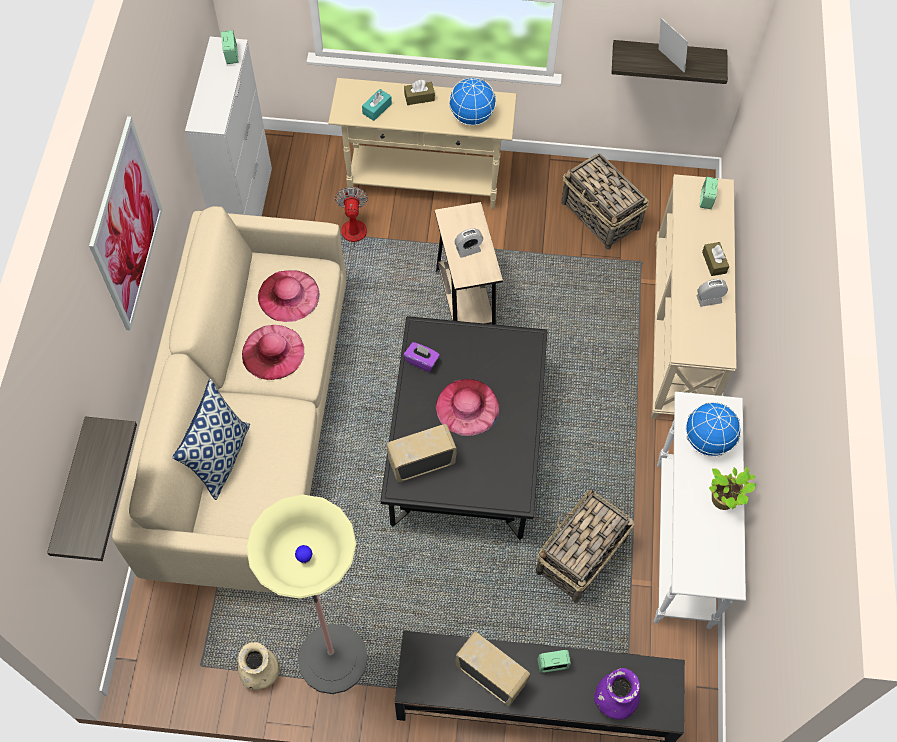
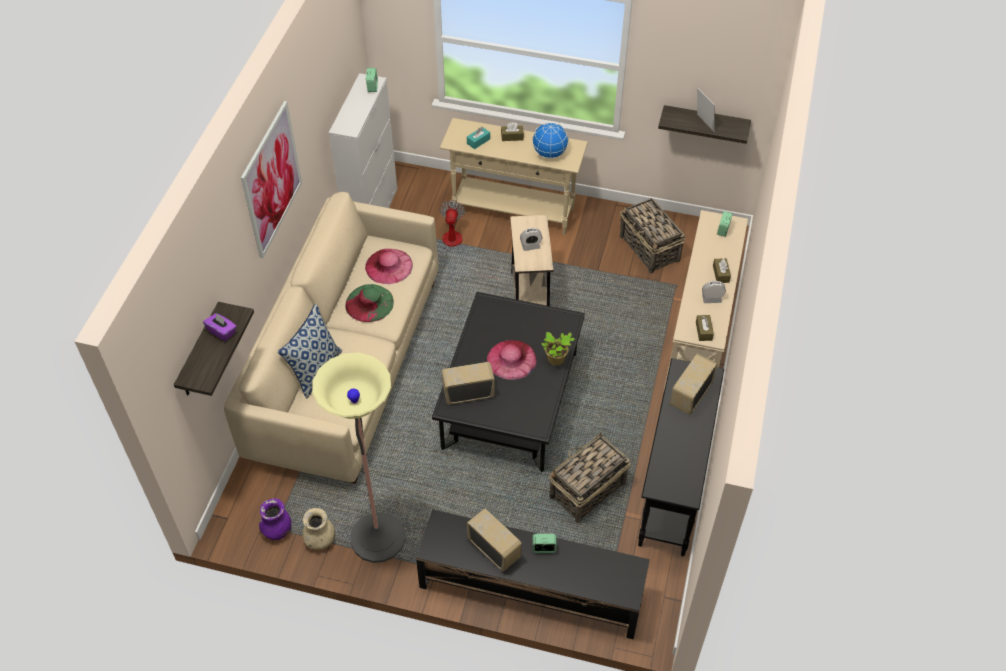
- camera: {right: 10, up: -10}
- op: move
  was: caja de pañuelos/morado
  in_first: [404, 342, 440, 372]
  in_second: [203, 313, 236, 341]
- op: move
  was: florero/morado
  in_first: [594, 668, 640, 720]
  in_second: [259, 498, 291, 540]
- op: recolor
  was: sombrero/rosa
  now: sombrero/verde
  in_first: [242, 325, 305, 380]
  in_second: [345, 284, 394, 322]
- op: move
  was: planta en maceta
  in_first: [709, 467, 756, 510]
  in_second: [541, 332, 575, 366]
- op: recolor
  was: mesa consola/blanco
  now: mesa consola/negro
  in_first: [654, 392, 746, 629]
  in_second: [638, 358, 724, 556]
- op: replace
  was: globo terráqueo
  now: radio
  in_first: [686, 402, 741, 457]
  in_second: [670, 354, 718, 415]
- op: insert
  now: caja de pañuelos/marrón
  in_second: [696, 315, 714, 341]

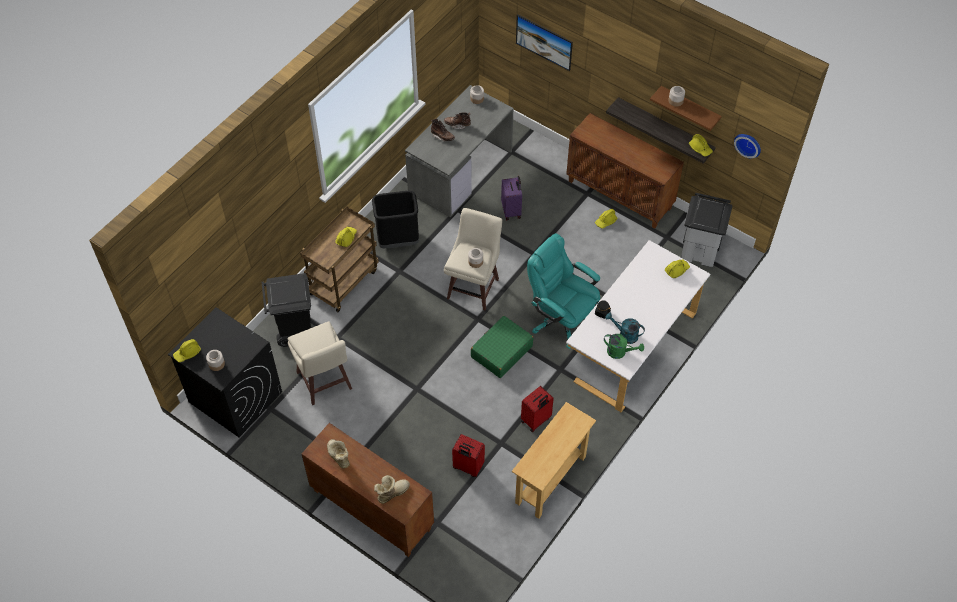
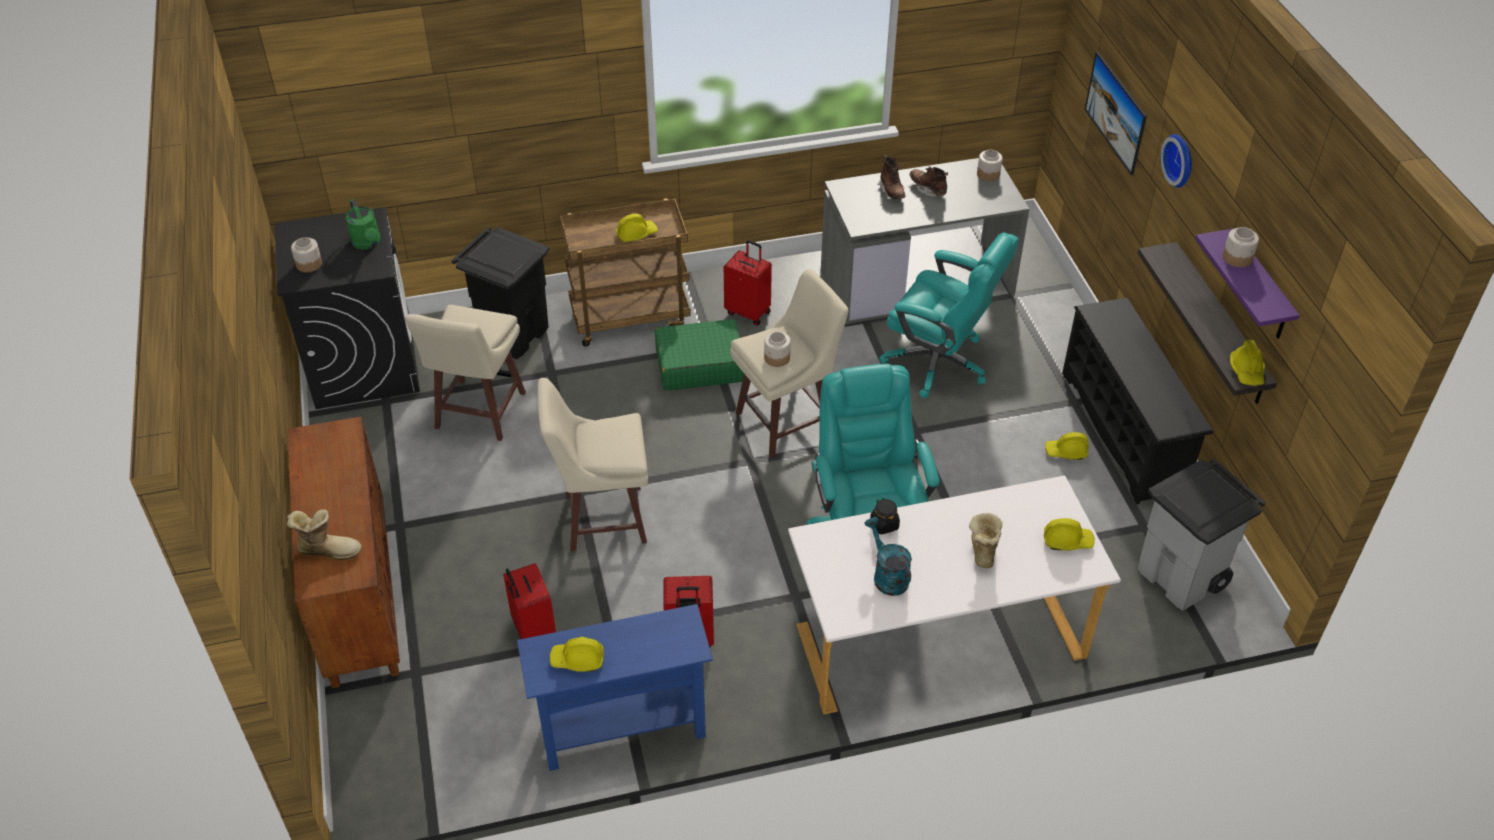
- camera: {right: 40, up: -10}
- op: move
  was: regadera/verde
  in_first: [604, 334, 644, 359]
  in_second: [345, 199, 381, 250]
- op: recolor
  was: mesa consola/beis
  now: mesa consola/azul
  in_first: [512, 402, 596, 519]
  in_second: [517, 604, 713, 771]
- op: insert
  now: taburete/beis
  in_second: [537, 378, 648, 551]
- op: move
  was: casco/amarillo
  in_first: [173, 339, 201, 362]
  in_second: [550, 637, 604, 672]
- op: move
  was: maleta/verde
  in_first: [471, 316, 534, 378]
  in_second: [655, 319, 744, 391]
- op: replace
  was: papelera/negro
  now: maleta/rojo
  in_first: [372, 191, 419, 248]
  in_second: [724, 240, 772, 326]
- op: replace
  was: maleta/morado
  now: silla de oficina/turquesa
  in_first: [501, 176, 522, 220]
  in_second: [879, 232, 1019, 398]
- op: move
  was: bota
  in_first: [327, 439, 350, 468]
  in_second: [969, 513, 1002, 568]
- op: replace
  was: armario/marrón
  now: zapatero/negro
  in_first: [566, 113, 684, 229]
  in_second: [1062, 298, 1213, 504]
- op: move
  was: reloj de pared
  in_first: [734, 134, 761, 158]
  in_second: [1161, 134, 1192, 188]
- op: recolor
  was: estante/marrón
  now: estante/morado
  in_first: [650, 86, 722, 131]
  in_second: [1195, 228, 1300, 339]

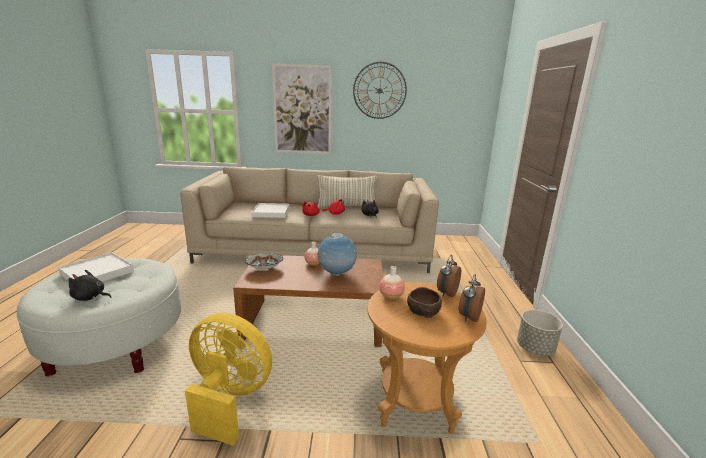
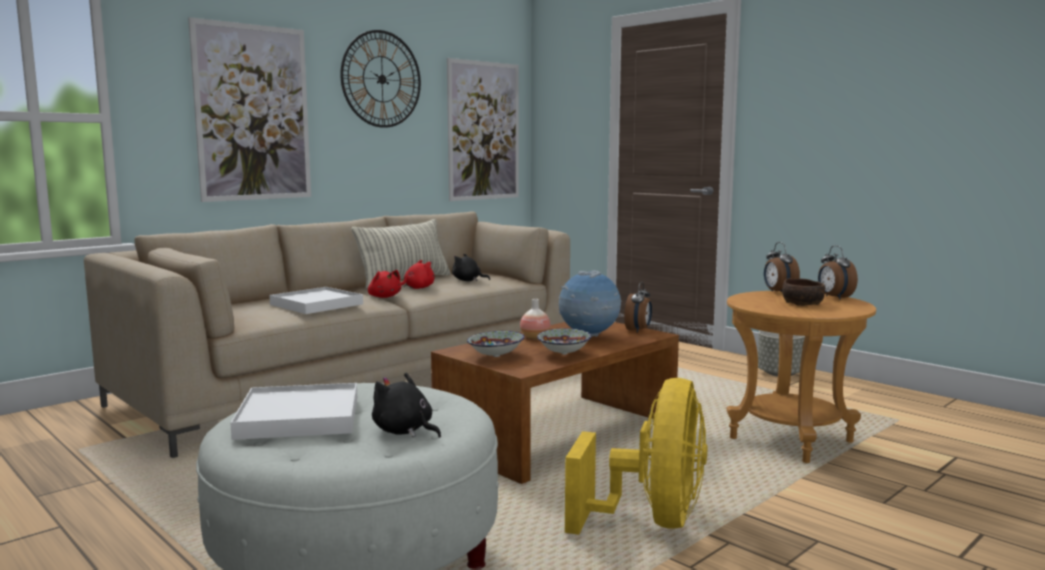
- camera: {right: -45, up: -10}
- op: rotate
  was: peluche/negro
  in_first: [69, 270, 112, 301]
  in_second: [372, 373, 441, 438]
  clockwise: 75
- op: insert
  now: cuadro
  in_second: [447, 58, 519, 201]
- op: insert
  now: cuenco
  in_second: [537, 328, 591, 355]
- op: rotate
  was: ventilador/amarillo
  in_first: [185, 313, 272, 446]
  in_second: [565, 378, 707, 535]
  clockwise: 135
- op: insert
  now: despertador
  in_second: [624, 282, 652, 333]
- op: delete
  was: florero
  in_first: [379, 266, 405, 299]

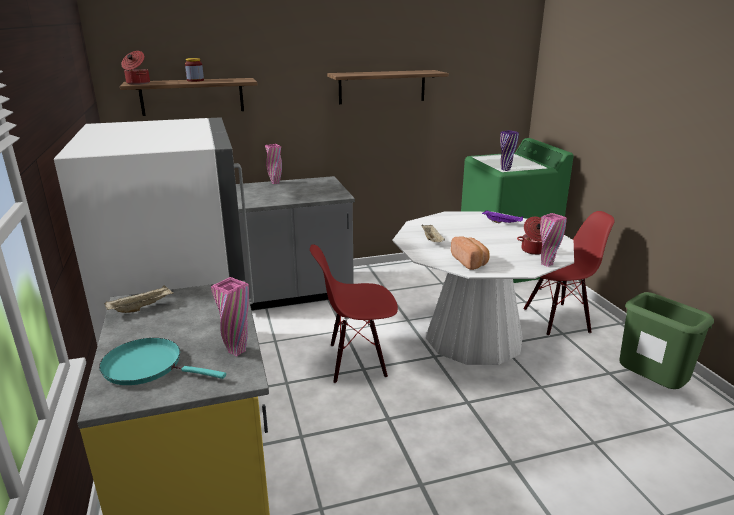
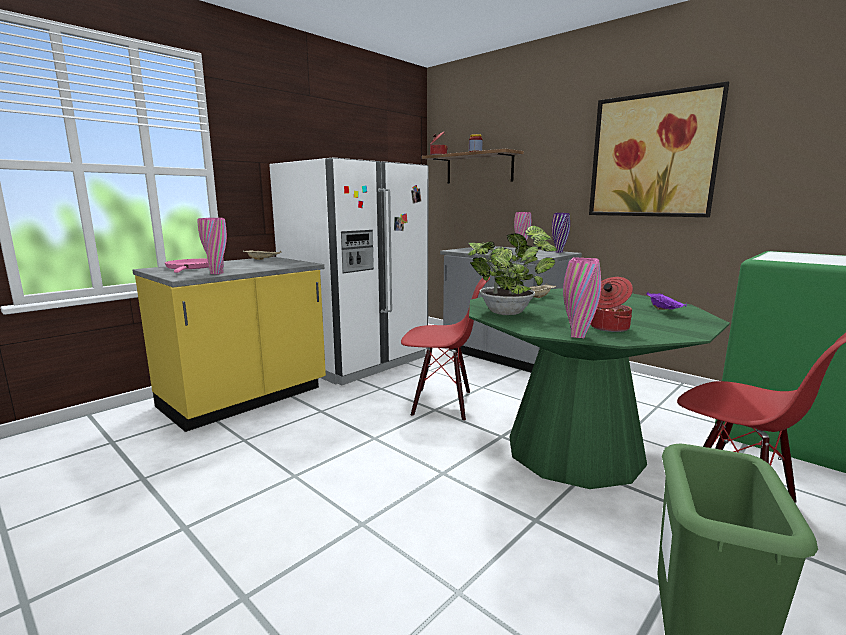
- camera: {right: 60, up: -10}
- op: recolor
  was: sartén/turquesa
  now: sartén/rosa
  in_first: [99, 338, 226, 385]
  in_second: [165, 259, 209, 273]
- op: rotate
  was: silla/rojo
  in_first: [310, 244, 398, 384]
  in_second: [401, 277, 490, 421]
  clockwise: 135
- op: replace
  was: pan
  now: planta en maceta
  in_first: [451, 236, 490, 270]
  in_second: [468, 226, 557, 315]
- op: recolor
  was: mesa de comedor/blanco
  now: mesa de comedor/verde
  in_first: [392, 212, 574, 365]
  in_second: [469, 288, 730, 489]
- op: move
  was: florero/morado
  in_first: [500, 130, 519, 171]
  in_second: [552, 213, 570, 253]
- op: replace
  was: estante
  now: cuadro
  in_first: [327, 70, 449, 104]
  in_second: [589, 81, 729, 217]

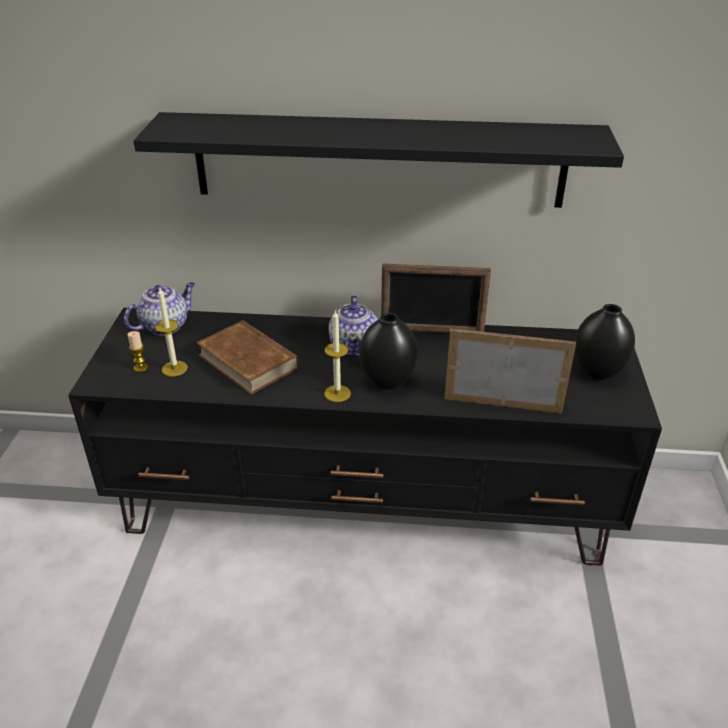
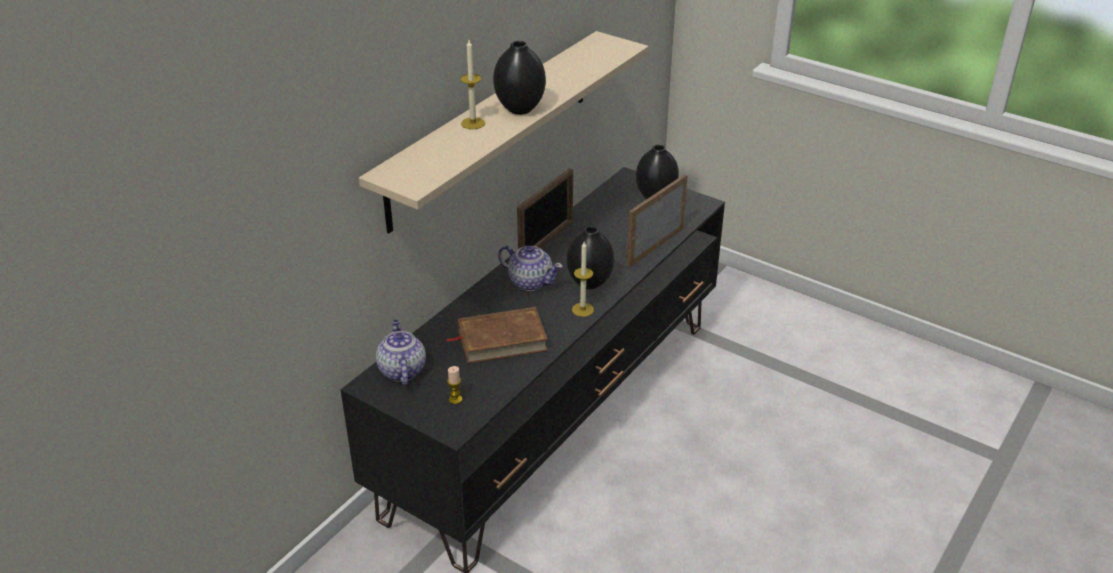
- camera: {right: -60, up: 0}
- op: recolor
  was: estante/negro
  now: estante/beis
  in_first: [134, 112, 624, 208]
  in_second: [359, 31, 649, 233]
- op: move
  was: vela
  in_first: [155, 286, 188, 377]
  in_second: [460, 40, 485, 129]
- op: insert
  now: florero/negro
  in_second: [493, 41, 546, 115]

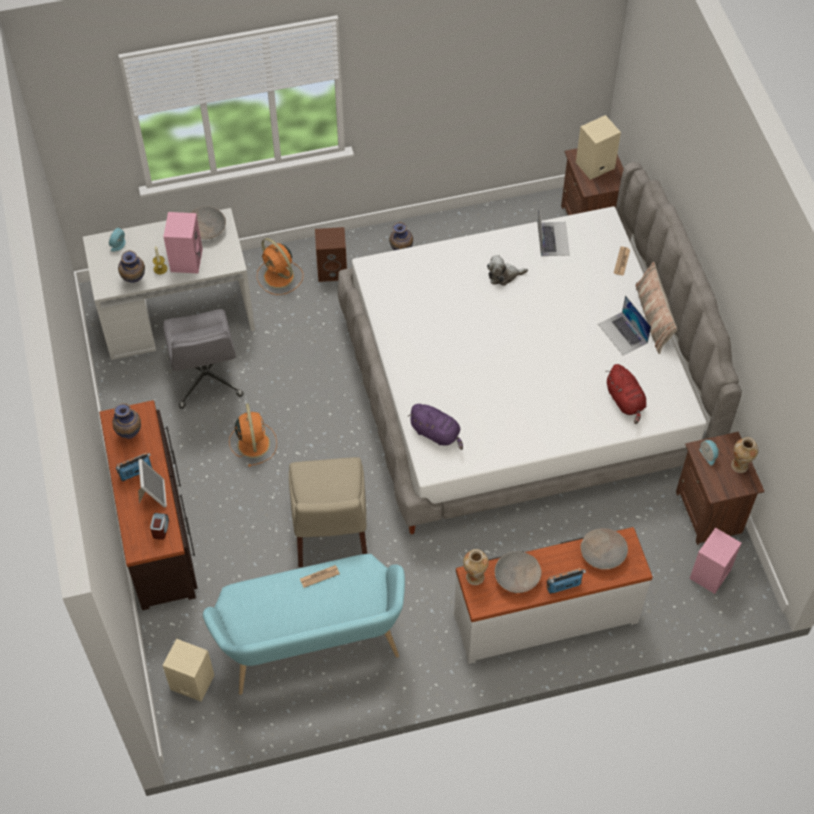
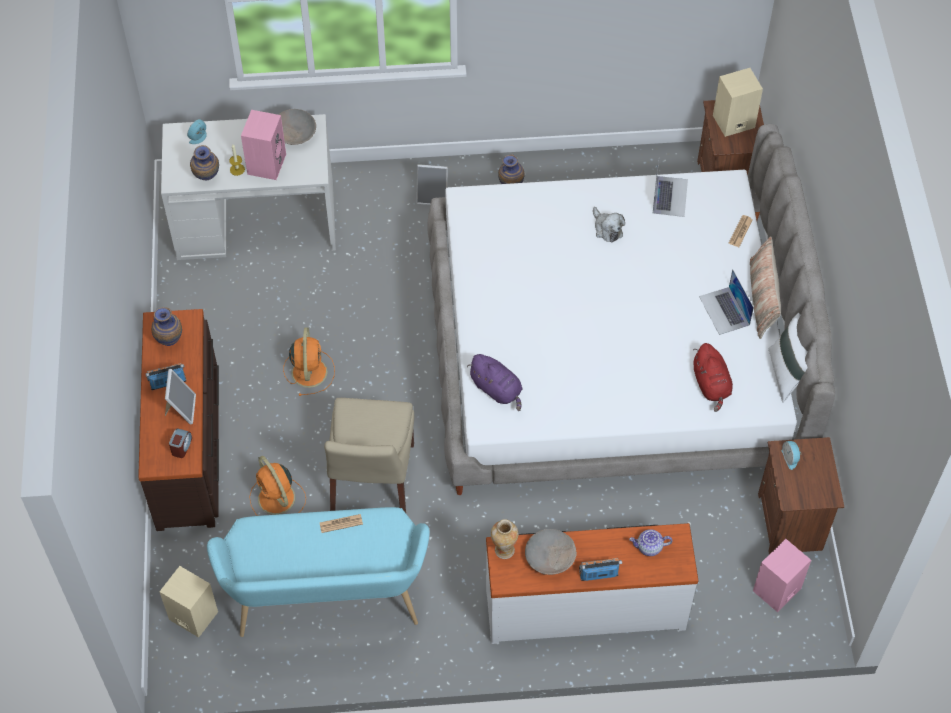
- camera: {right: 10, up: 0}
- op: move
  was: ventilador/naranja
  in_first: [257, 238, 303, 295]
  in_second: [249, 456, 306, 516]
- op: replace
  was: altavoz/marrón
  now: portarretratos
  in_first: [315, 227, 347, 282]
  in_second: [416, 164, 448, 205]
- op: rotate
  was: peluche
  in_first: [487, 255, 528, 286]
  in_second: [593, 207, 625, 243]
  clockwise: -120
- op: replace
  was: cuenco/beis
  now: tetera
  in_first: [580, 528, 628, 570]
  in_second: [629, 529, 673, 556]
- op: insert
  now: cojín/blanco
  in_second: [769, 313, 808, 403]
- op: delete
  was: silla de oficina/gris
  in_first: [163, 309, 243, 409]
- op: delete
  was: florero
  in_first: [731, 437, 758, 473]

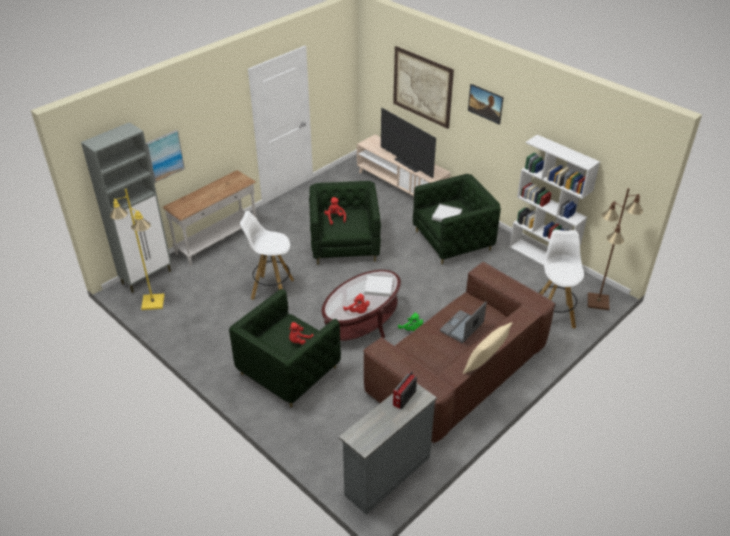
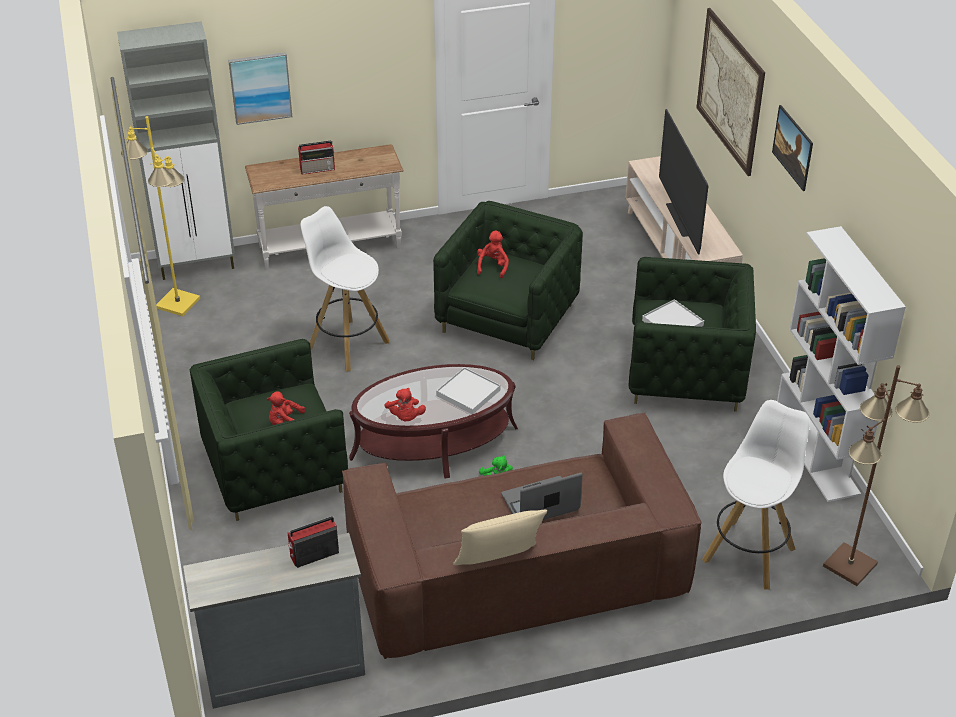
- camera: {right: 30, up: 0}
- op: insert
  now: radio
  in_second: [298, 141, 335, 175]

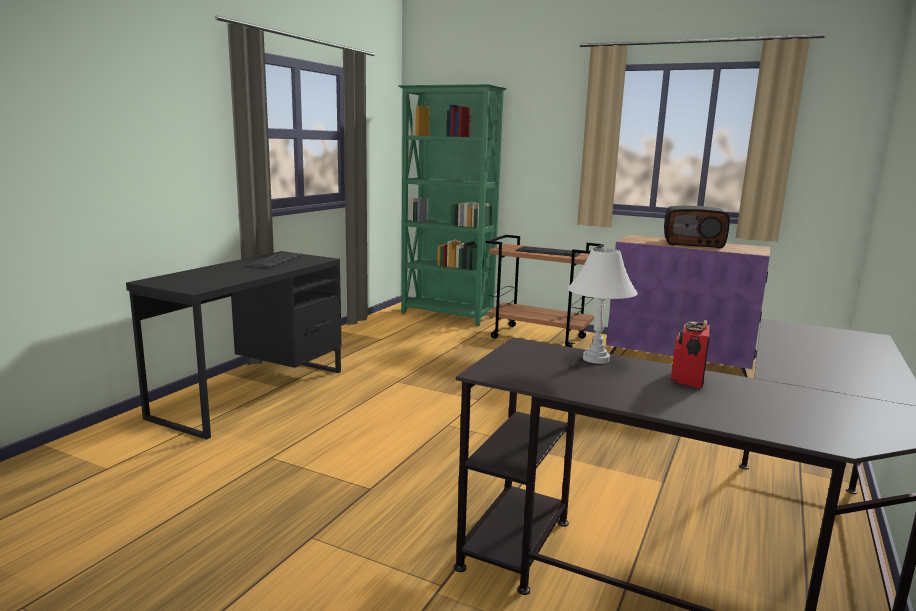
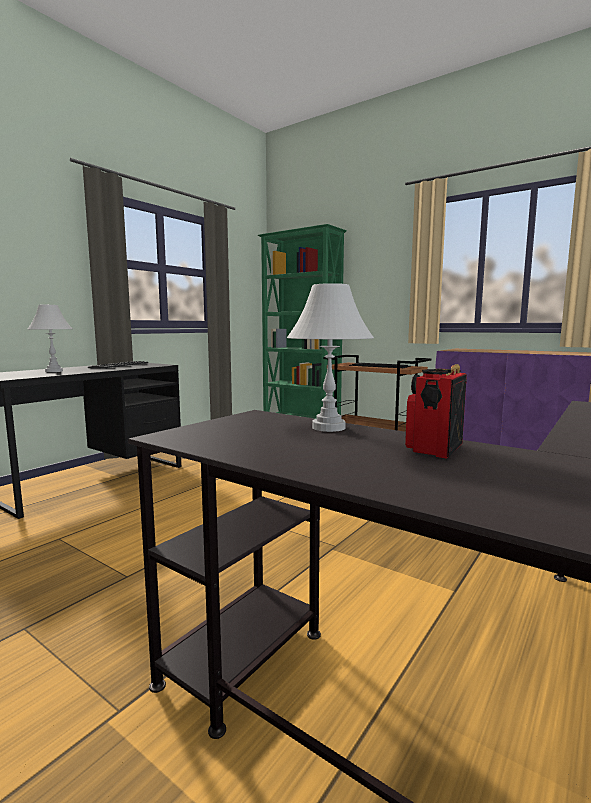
- camera: {right: 10, up: -5}
- op: insert
  now: lámpara de mesa/blanco
  in_second: [28, 304, 72, 372]
- op: delete
  was: radio
  in_first: [664, 206, 730, 248]

